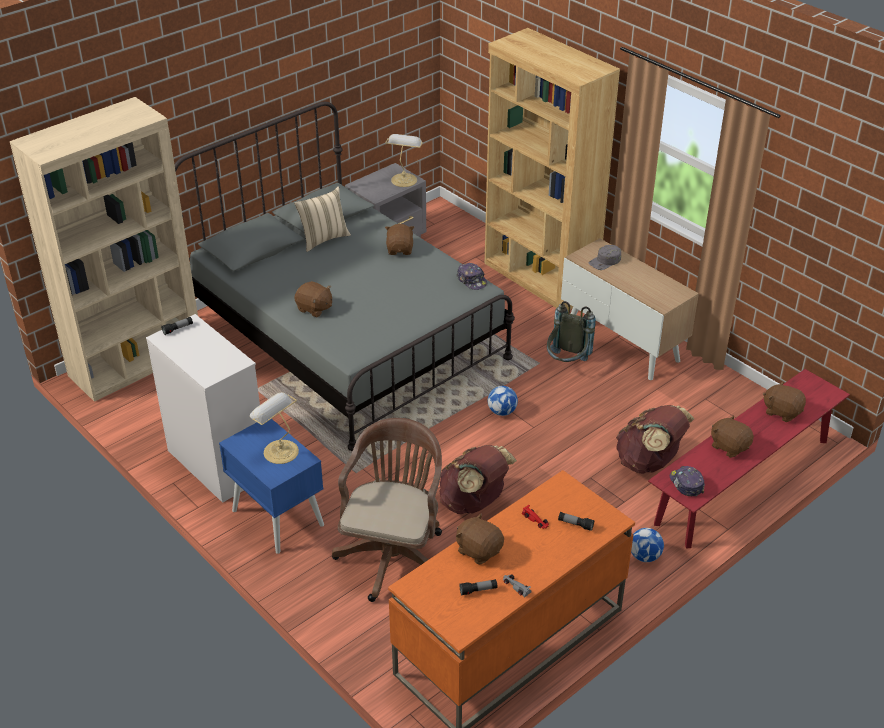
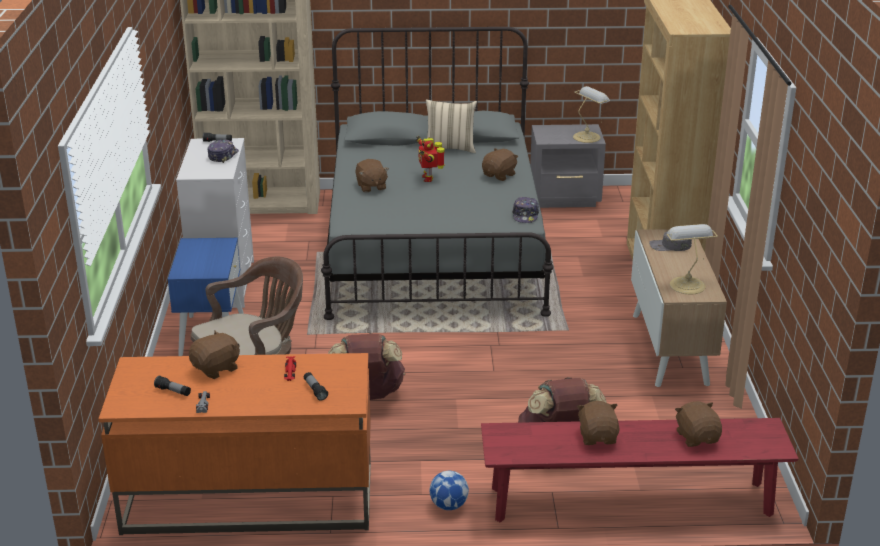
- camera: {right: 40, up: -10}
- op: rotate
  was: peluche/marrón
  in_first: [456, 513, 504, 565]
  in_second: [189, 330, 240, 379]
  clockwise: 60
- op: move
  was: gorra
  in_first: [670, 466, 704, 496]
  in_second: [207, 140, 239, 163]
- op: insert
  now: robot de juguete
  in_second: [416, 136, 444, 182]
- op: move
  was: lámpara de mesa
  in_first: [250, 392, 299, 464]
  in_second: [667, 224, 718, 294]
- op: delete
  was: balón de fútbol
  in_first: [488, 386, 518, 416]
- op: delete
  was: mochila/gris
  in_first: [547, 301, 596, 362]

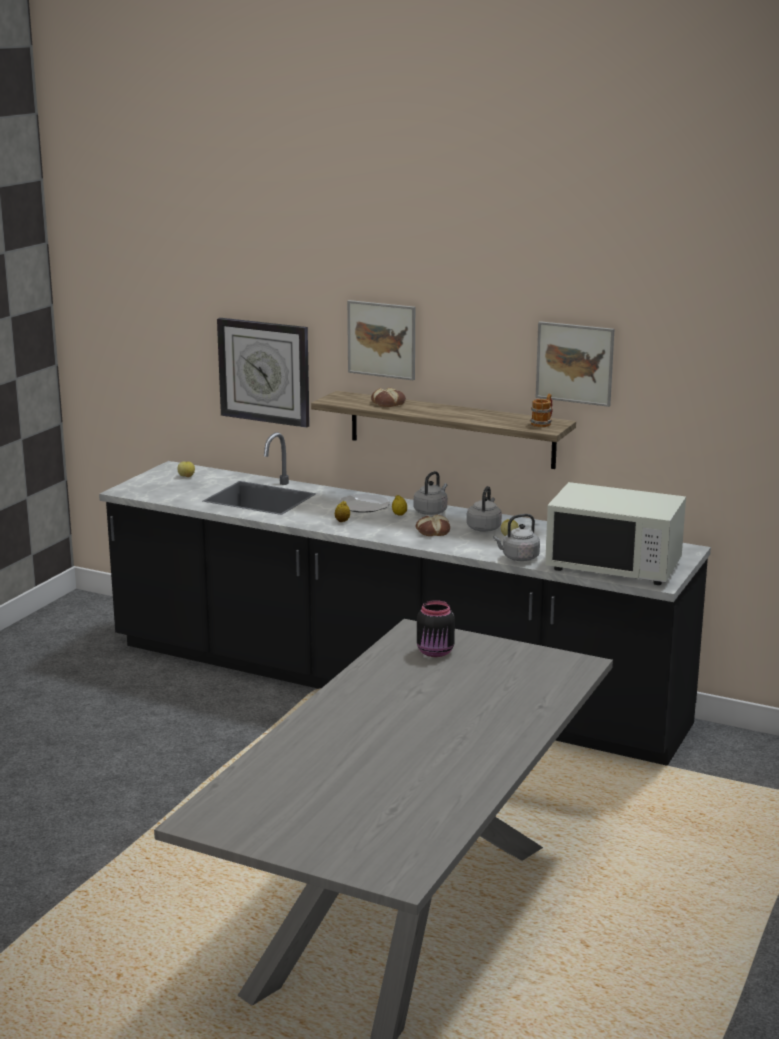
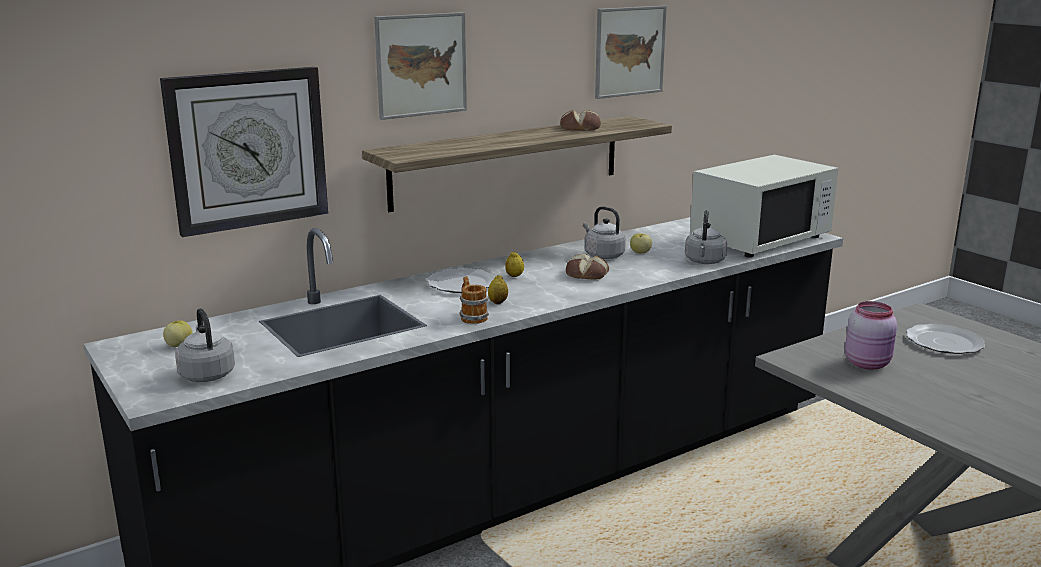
- camera: {right: -60, up: 0}
- op: move
  was: hervidor/gris
  in_first: [414, 471, 447, 515]
  in_second: [175, 308, 235, 382]
- op: move
  was: taza grande
  in_first: [530, 394, 552, 427]
  in_second: [459, 276, 489, 324]
- op: move
  was: pan
  in_first: [371, 388, 406, 407]
  in_second: [560, 110, 601, 130]
- op: recolor
  was: tarro/negro
  now: tarro/rosa
  in_first: [417, 600, 455, 657]
  in_second: [845, 301, 897, 370]
- op: insert
  now: plato
  in_second: [906, 324, 986, 354]

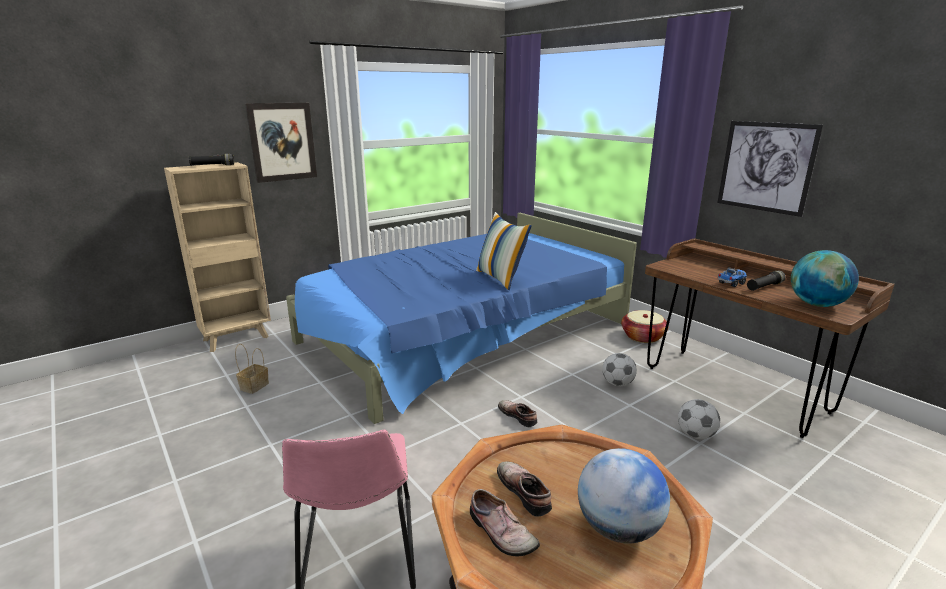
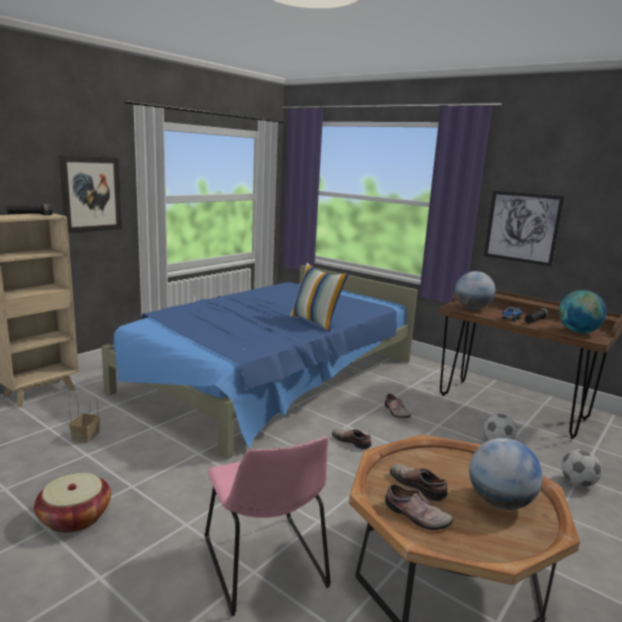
- camera: {right: -15, up: -5}
- op: move
  was: cesta
  in_first: [621, 310, 668, 343]
  in_second: [34, 473, 111, 533]
- op: insert
  now: zapato
  in_second: [384, 394, 411, 418]
- op: insert
  now: globo terráqueo
  in_second: [455, 271, 495, 310]
- op: move
  was: balón de fútbol
  in_first: [602, 353, 637, 386]
  in_second: [561, 449, 602, 487]

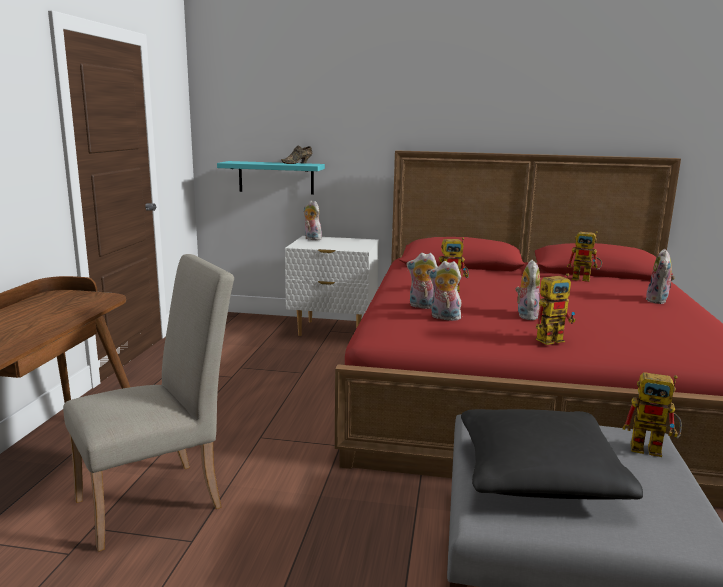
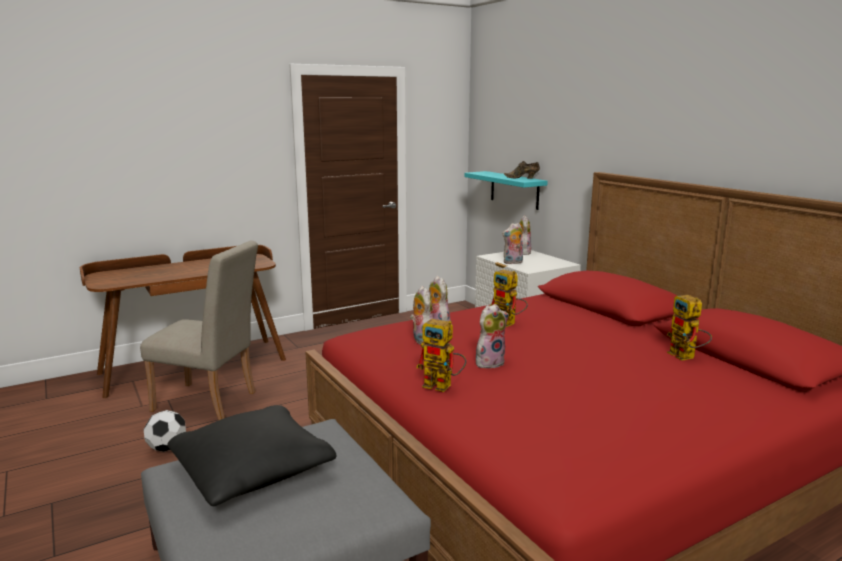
- camera: {right: 50, up: 0}
- op: insert
  now: balón de fútbol
  in_second: [144, 410, 186, 452]
- op: move
  was: peluche
  in_first: [646, 249, 675, 304]
  in_second: [502, 223, 523, 264]
- op: delete
  was: robot de juguete
  in_first: [622, 372, 682, 457]

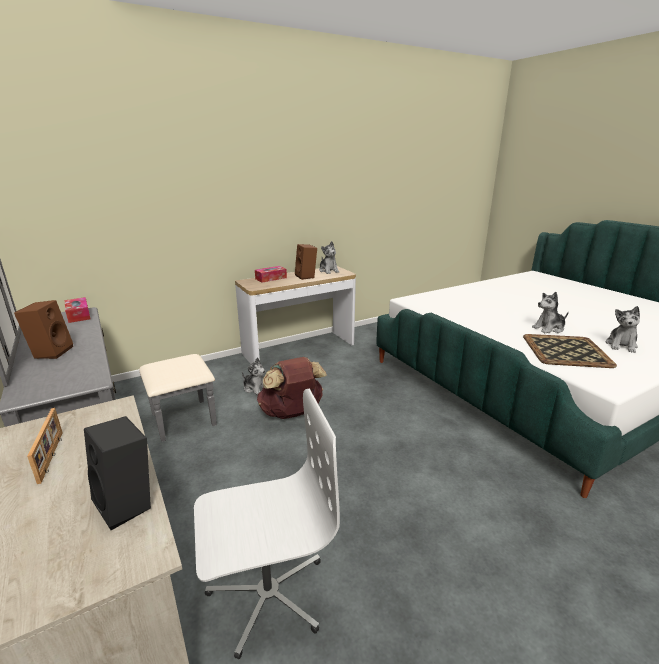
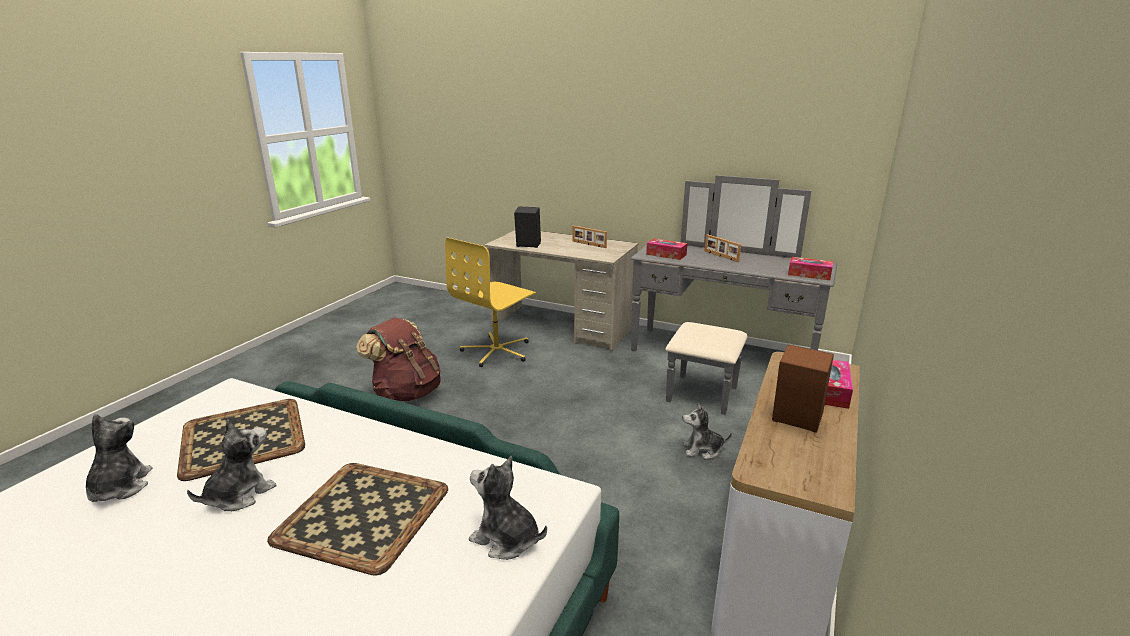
- camera: {right: 145, up: 0}
- op: insert
  now: bandeja
  in_second: [267, 463, 448, 576]
- op: move
  was: mochila/marrón
  in_first: [257, 357, 327, 419]
  in_second: [356, 318, 441, 402]
- op: recolor
  was: silla de oficina/blanco
  now: silla de oficina/amarillo
  in_first: [194, 388, 340, 659]
  in_second: [445, 238, 536, 367]
- op: move
  was: peluche
  in_first: [319, 241, 339, 274]
  in_second: [469, 456, 547, 560]
- op: insert
  now: caja de pañuelos
  in_second: [646, 238, 688, 260]
- op: replace
  was: altavoz/marrón
  now: portarretratos
  in_first: [14, 300, 73, 359]
  in_second: [705, 234, 741, 262]

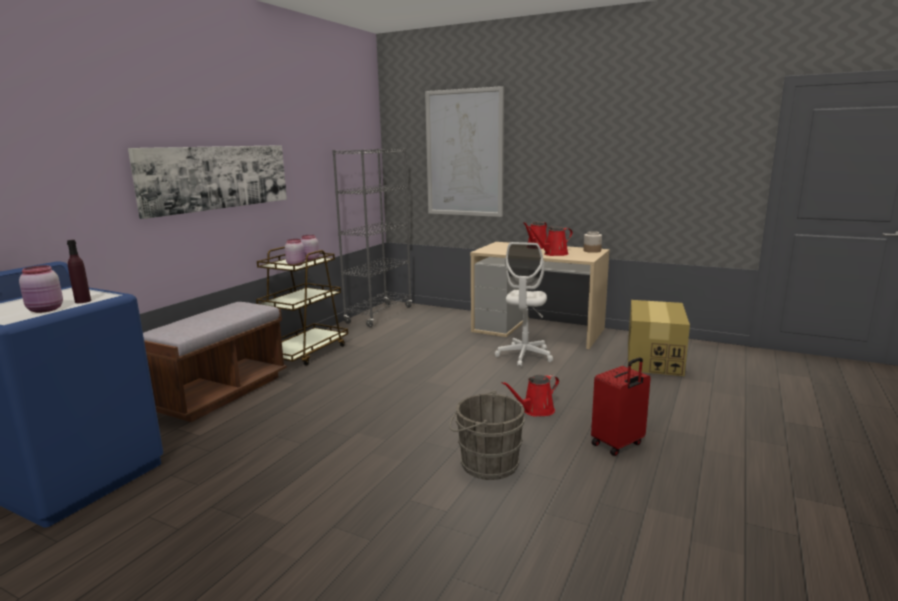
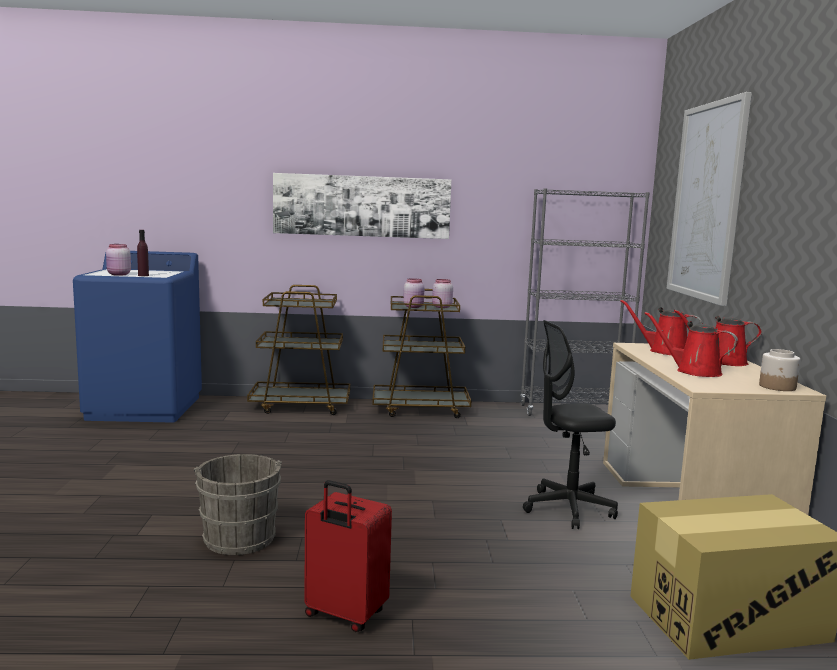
- camera: {right: 60, up: -5}
- op: replace
  was: banco/marrón
  now: carrito/marrón
  in_first: [143, 302, 287, 422]
  in_second: [247, 285, 350, 415]
- op: recolor
  was: silla de oficina/blanco
  now: silla de oficina/negro
  in_first: [495, 242, 553, 367]
  in_second: [523, 320, 618, 529]
- op: move
  was: regadera/rojo
  in_first: [502, 375, 559, 416]
  in_second: [620, 300, 703, 355]

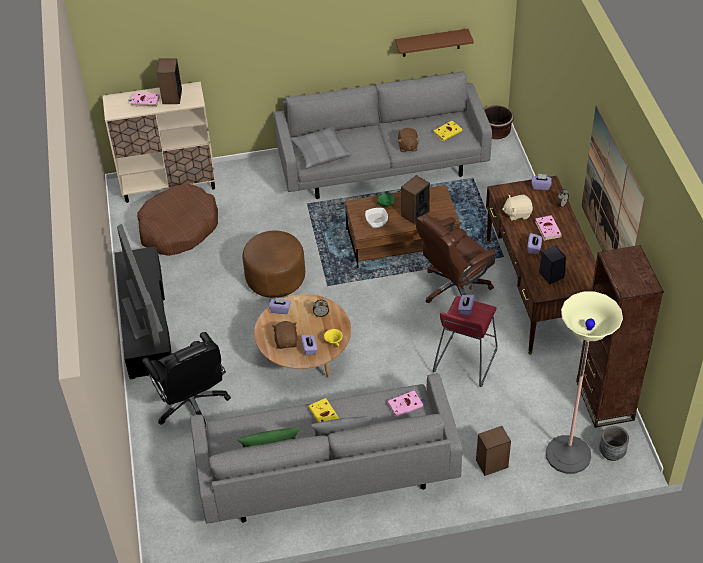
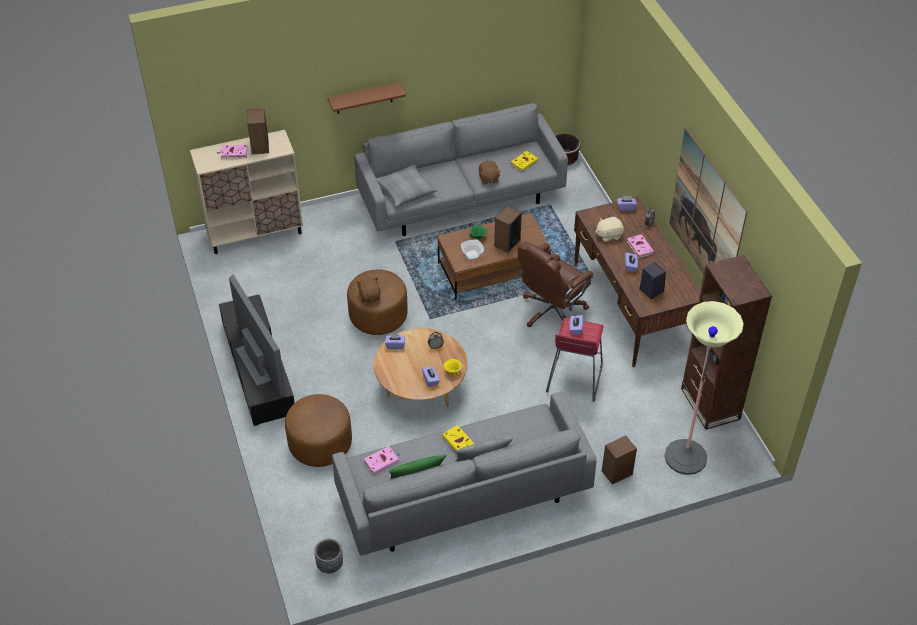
- camera: {right: -10, up: 0}
- op: replace
  was: silla de oficina/negro
  now: puf/marrón
  in_first: [142, 332, 231, 427]
  in_second: [285, 394, 352, 467]
- op: move
  was: maceta/gris
  in_first: [599, 426, 629, 461]
  in_second: [314, 539, 343, 574]
- op: move
  was: estante/marrón
  in_first: [395, 29, 474, 57]
  in_second: [328, 82, 406, 114]
- op: move
  was: peluche/marrón
  in_first: [272, 321, 298, 349]
  in_second: [356, 277, 381, 303]
- op: move
  was: libro/rosa
  in_first: [388, 391, 425, 417]
  in_second: [364, 446, 400, 474]
- op: delete
  was: cama para perro/marrón
  in_first: [137, 184, 218, 256]

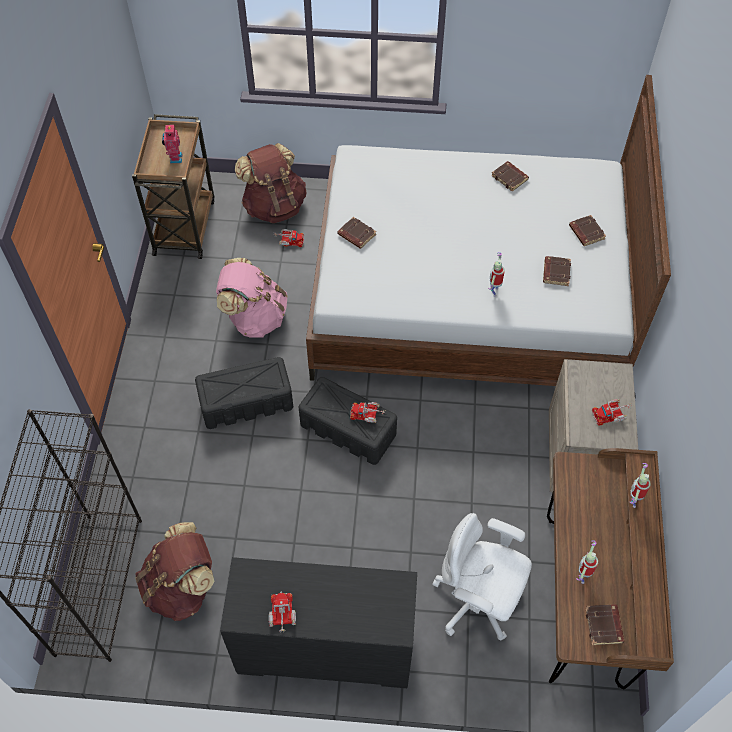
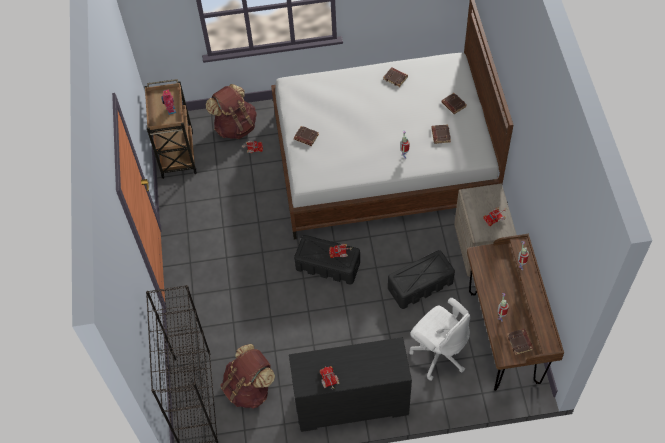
- camera: {right: -10, up: 0}
- op: move
  was: caja de almacenaje/negro
  in_first: [195, 357, 293, 429]
  in_second: [388, 250, 455, 309]
- op: rotate
  was: silla de oficina/blanco
  in_first: [432, 513, 532, 640]
  in_second: [409, 298, 470, 381]
  clockwise: -150
- op: delete
  was: mochila/rosa
  in_first: [216, 258, 288, 338]

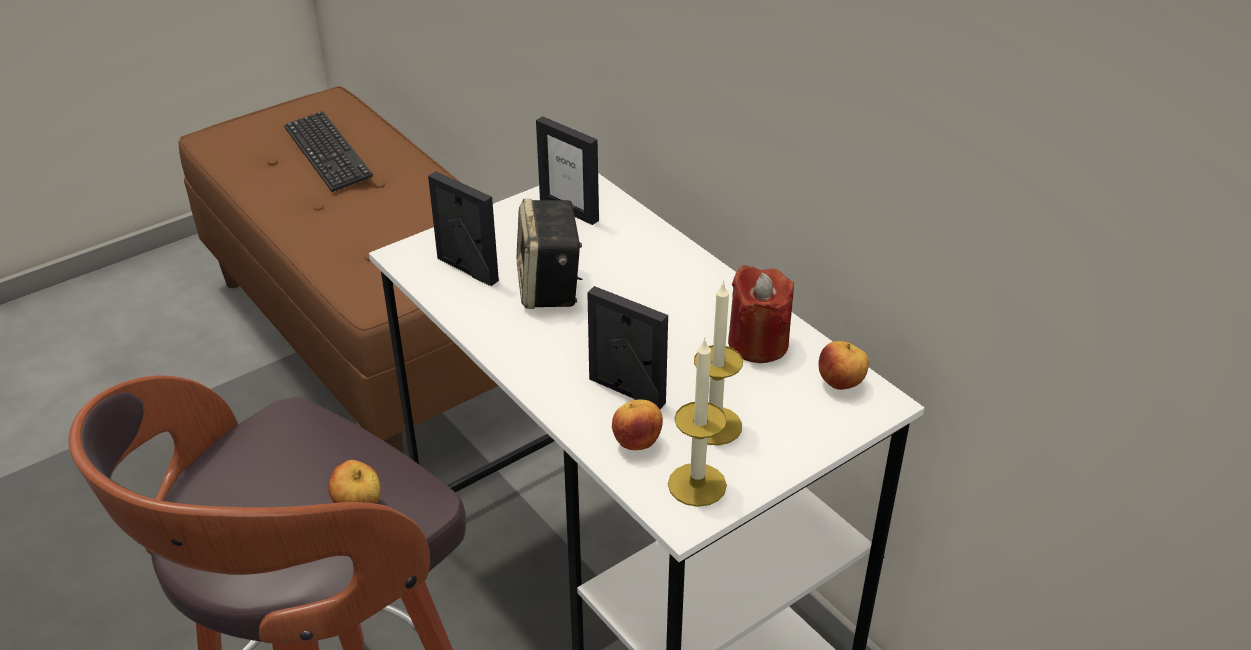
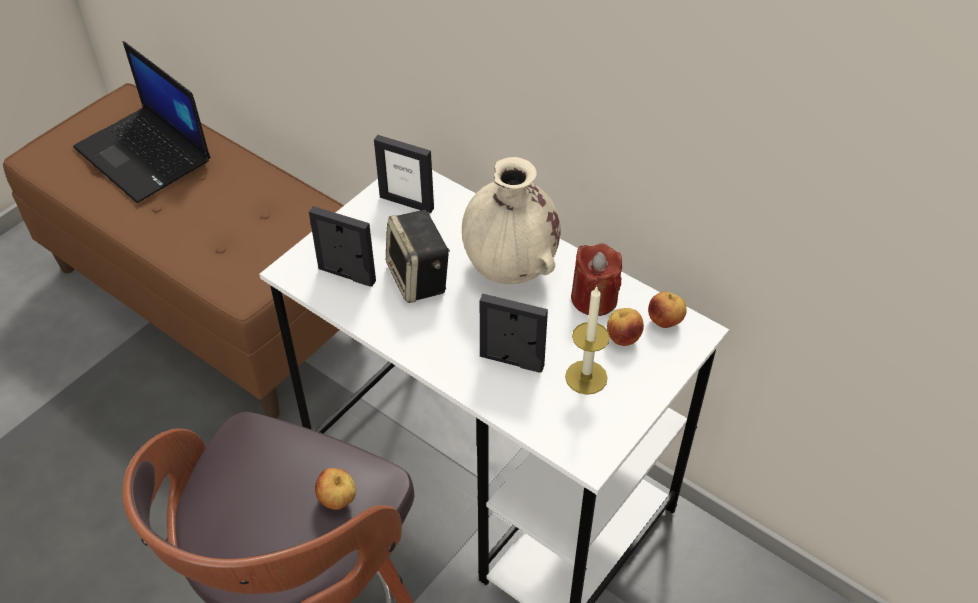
- camera: {right: -15, up: 10}
- op: replace
  was: teclado
  now: portátil
  in_first: [284, 111, 373, 192]
  in_second: [73, 41, 210, 203]
- op: insert
  now: florero/beis
  in_second: [462, 157, 561, 284]
- op: move
  was: manzana
  in_first: [612, 399, 663, 450]
  in_second: [607, 308, 644, 346]
- op: delete
  was: vela
  in_first: [668, 337, 727, 507]

